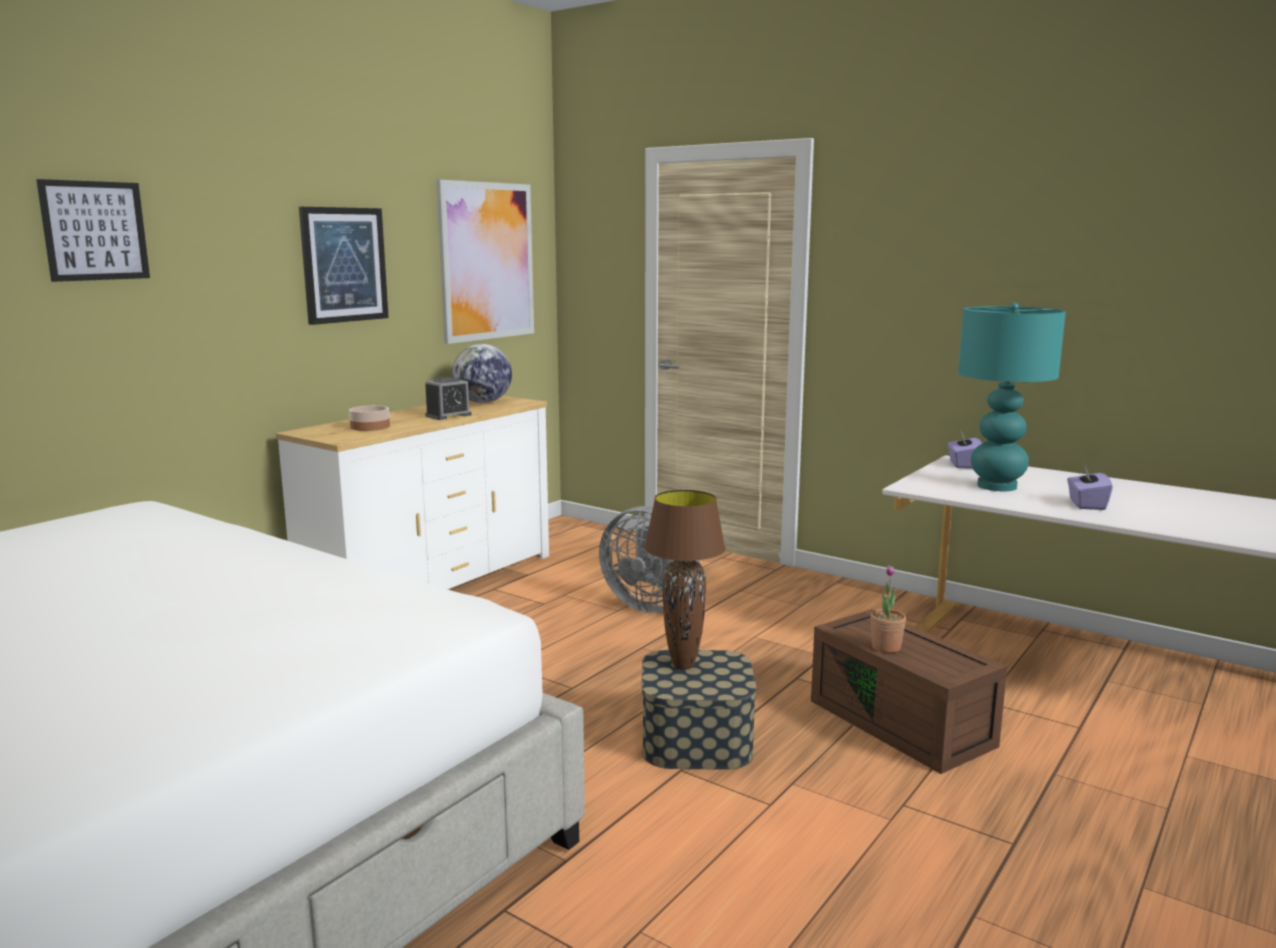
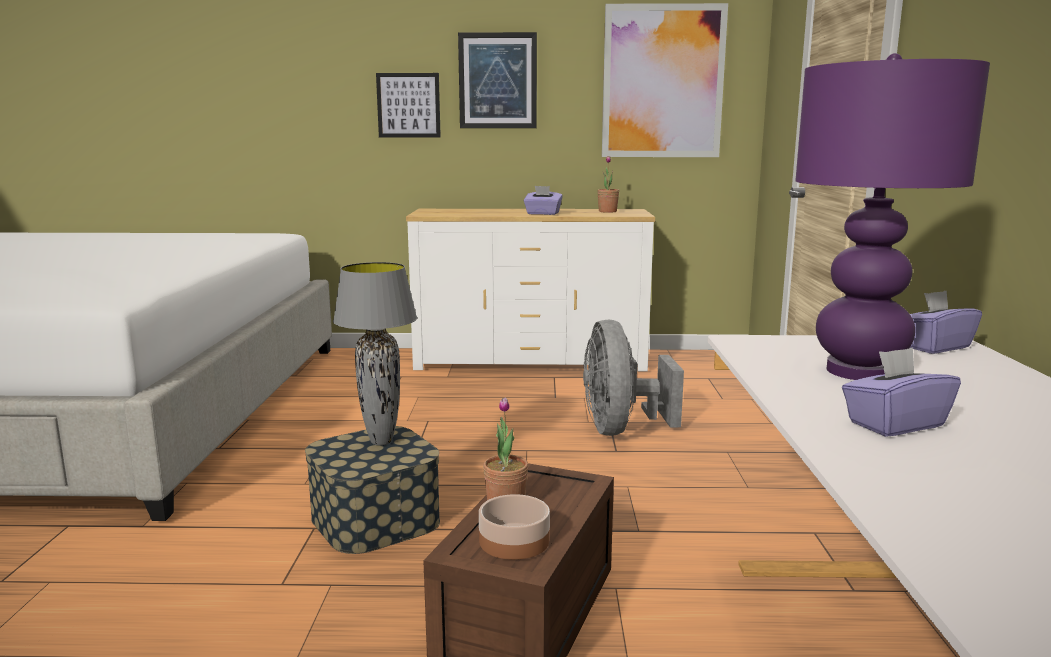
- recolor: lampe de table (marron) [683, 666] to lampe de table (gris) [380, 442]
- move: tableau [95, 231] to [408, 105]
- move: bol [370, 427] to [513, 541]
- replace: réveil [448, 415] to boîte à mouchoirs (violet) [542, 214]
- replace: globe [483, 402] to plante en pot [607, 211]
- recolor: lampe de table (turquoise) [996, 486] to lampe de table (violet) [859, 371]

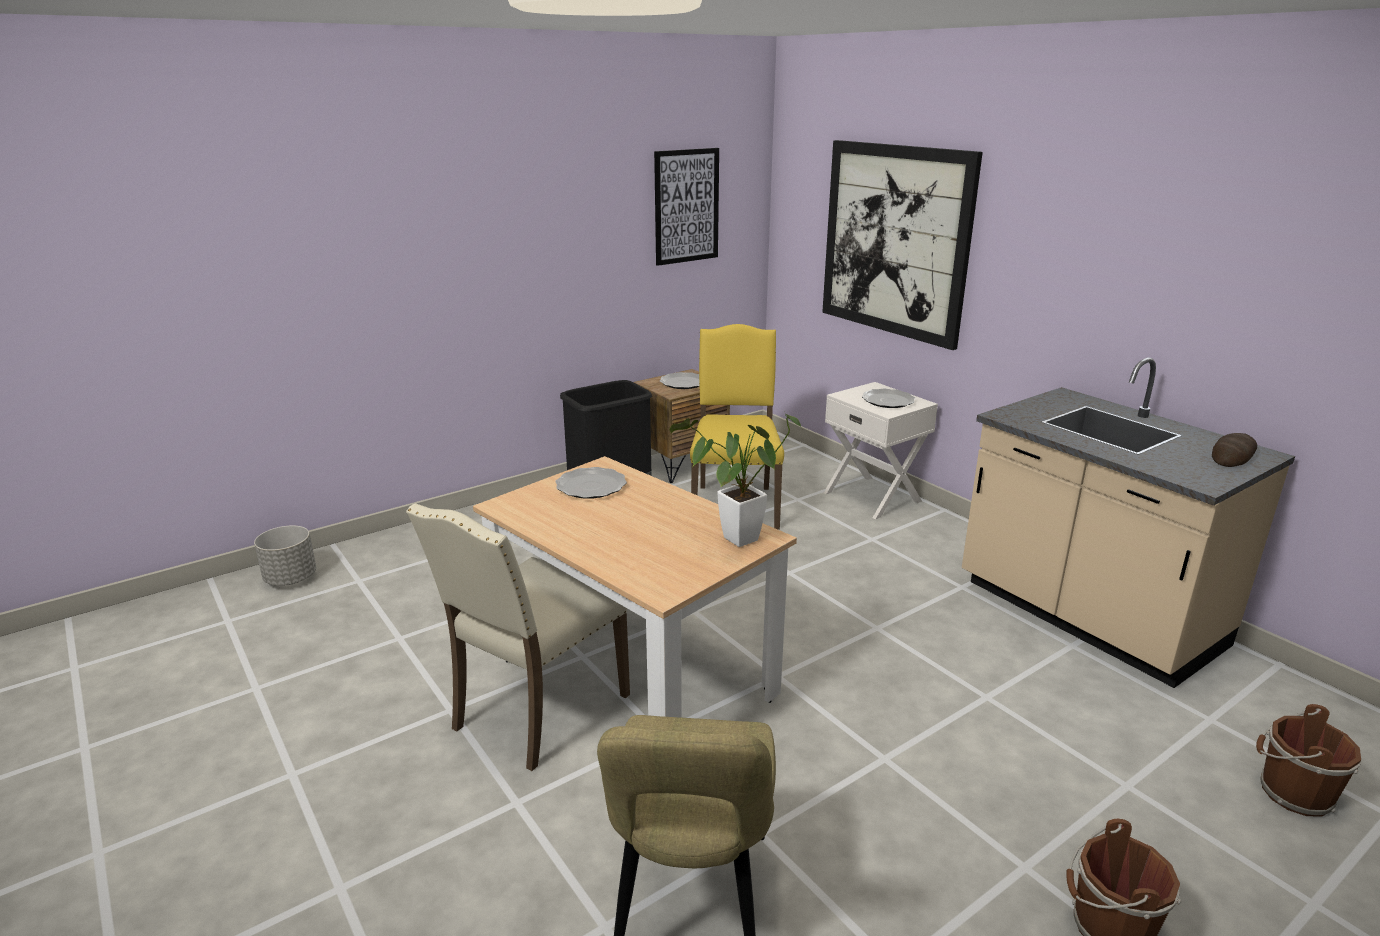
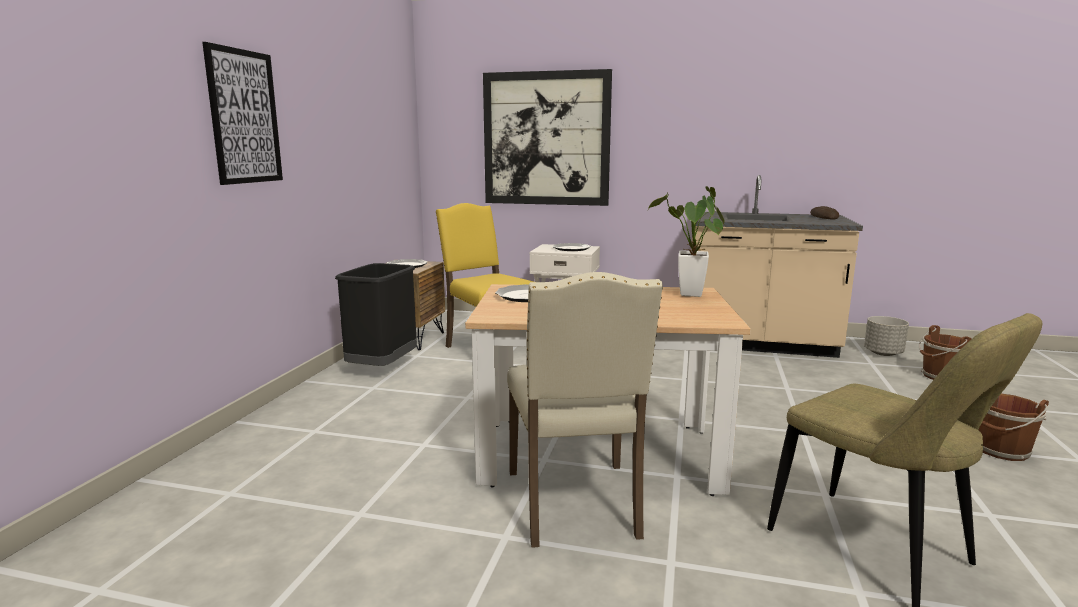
- move: tableau [686, 206] to [244, 117]
- move: cache-pot (gris) [291, 578] to [882, 353]

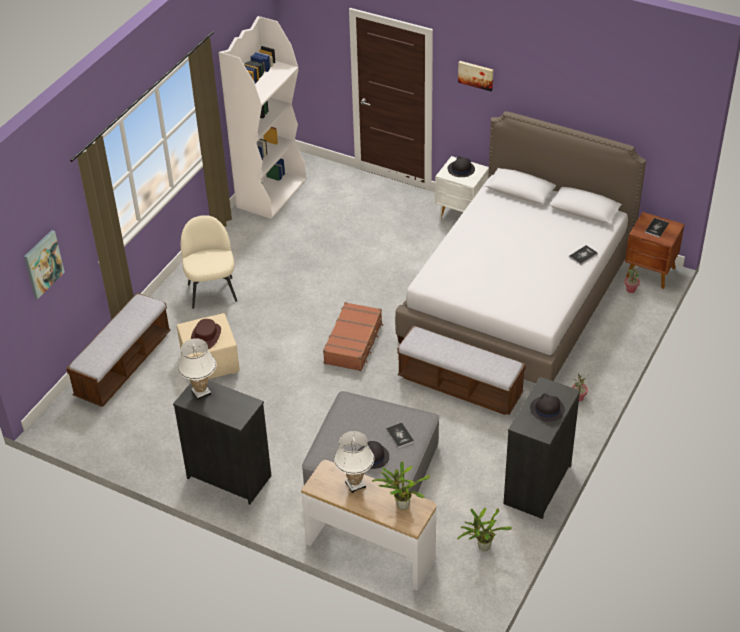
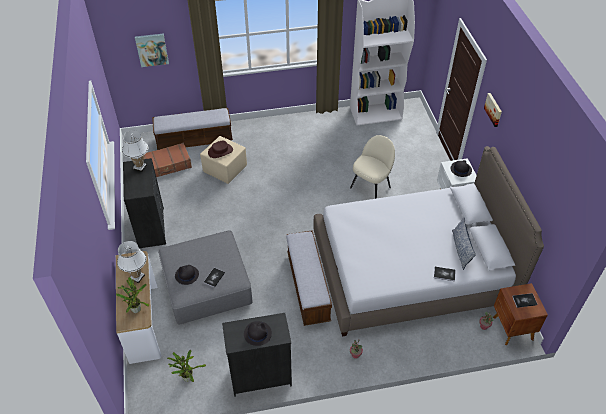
- move: valise (marron) [354, 343] to [165, 166]
- move: chaise (beige) [212, 291] to [371, 187]
- insert: coussin [461, 249]

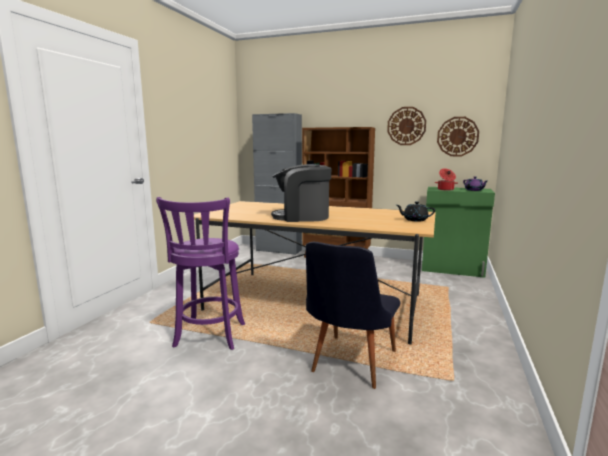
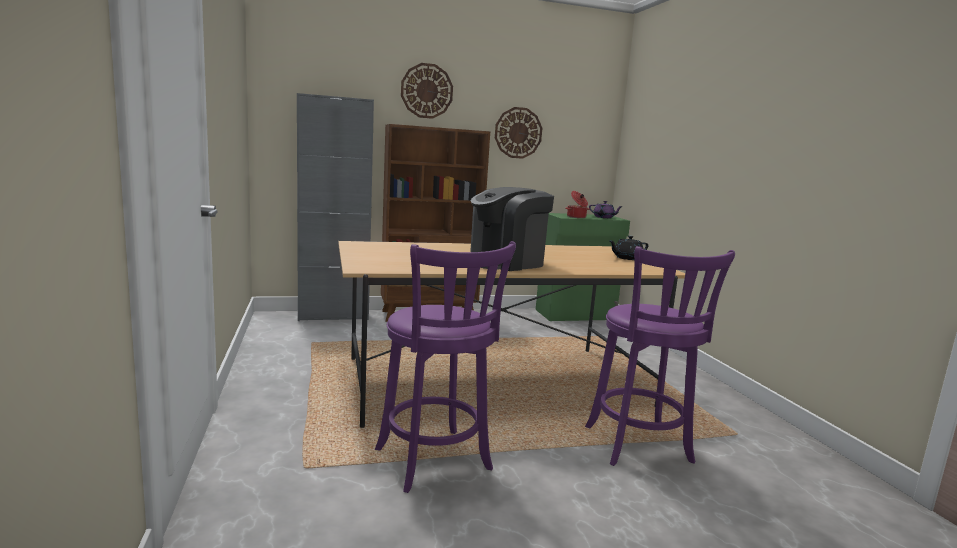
- move: horloge murale [457, 136] to [426, 91]
- replace: chaise (noir) [349, 365] to tabouret (violet) [639, 447]

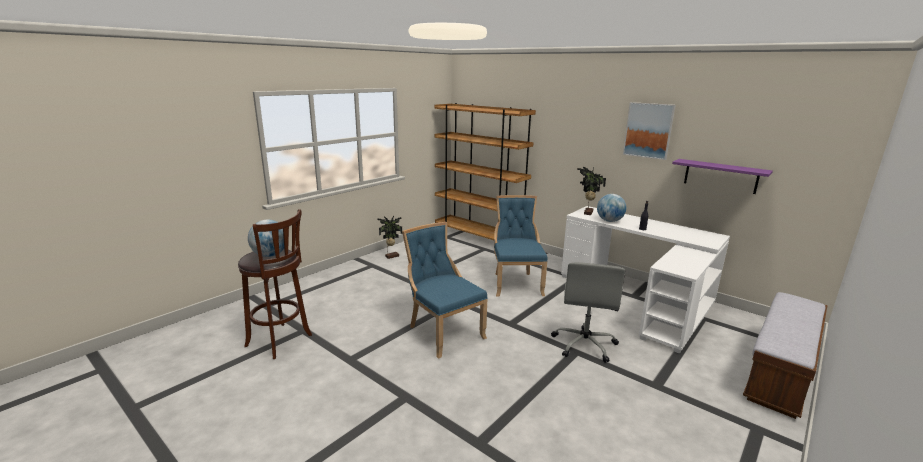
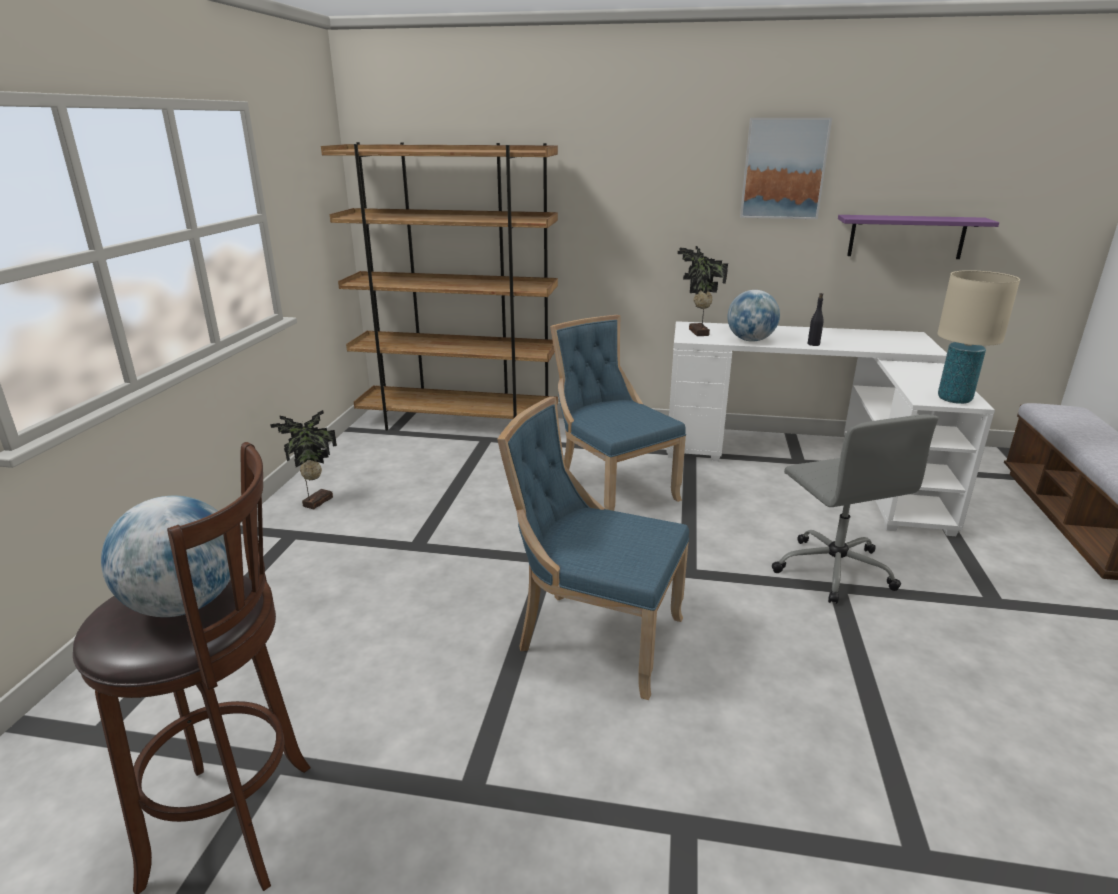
- insert: lampe de table (beige) [954, 399]

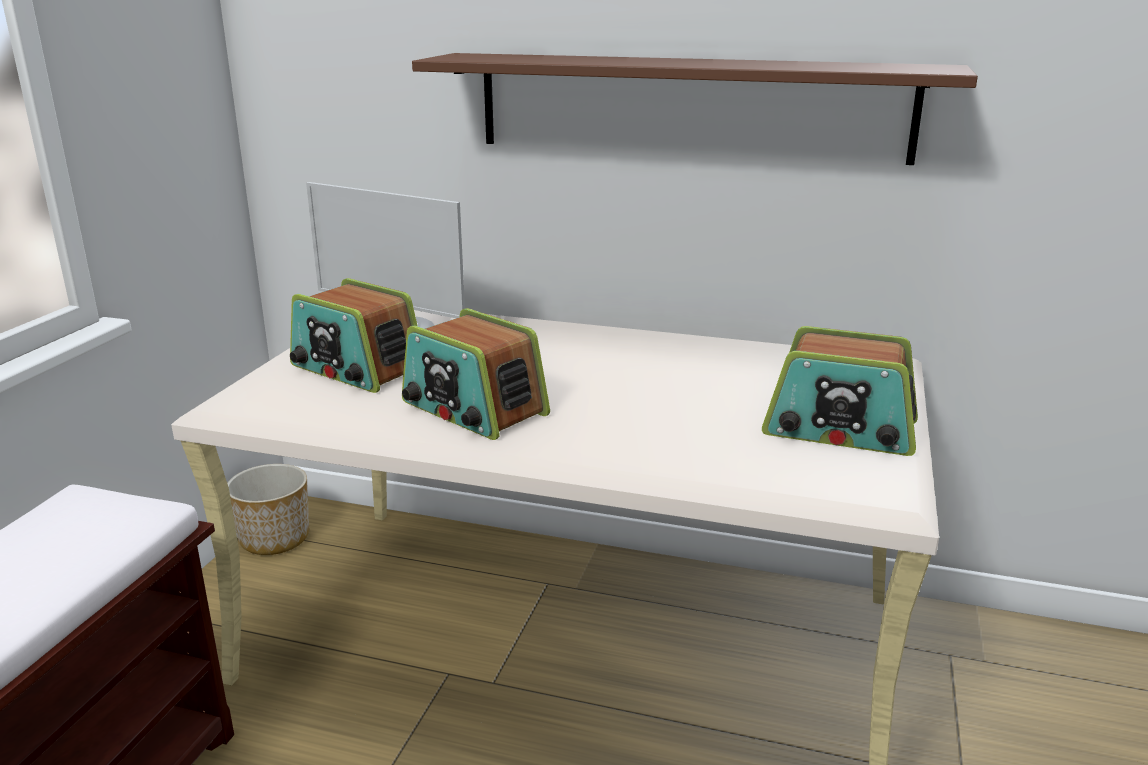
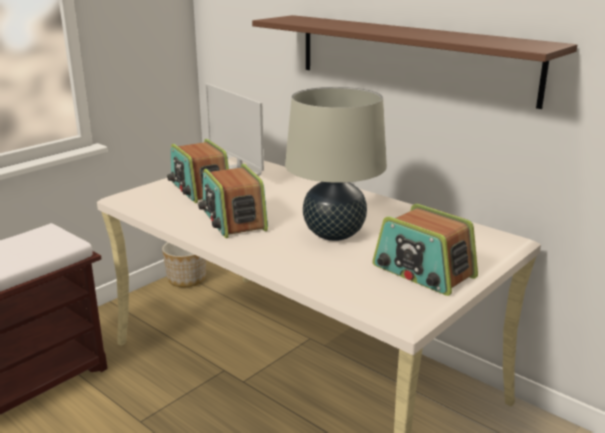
- insert: lampe de table (beige) [334, 234]

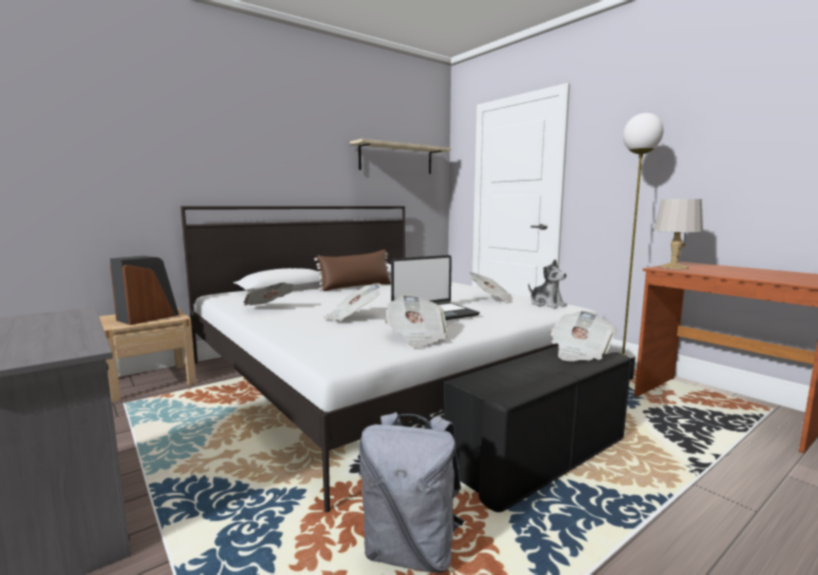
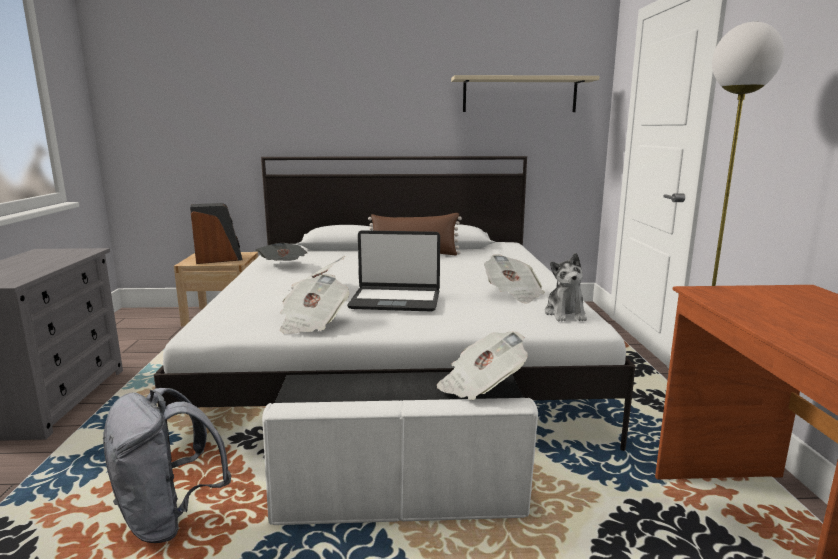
- recolor: pouf (noir) [538, 456] to pouf (blanc) [400, 494]
- delete: lampe de table (gris) [673, 267]

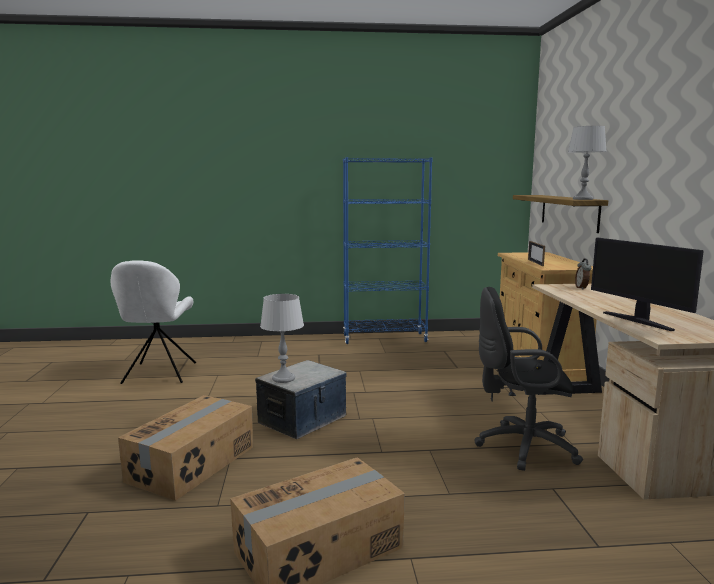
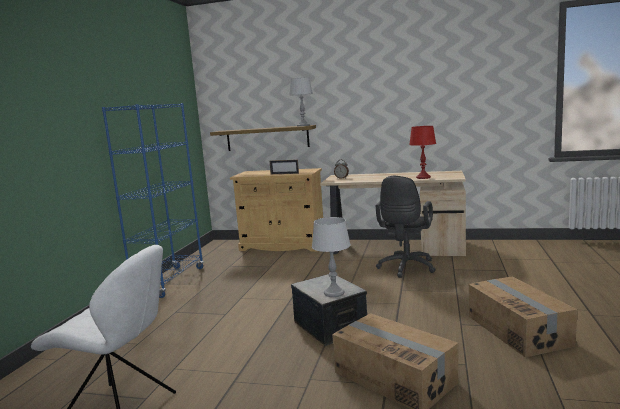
- replace: écran d'ordinateur [638, 321] to lampe de table (rouge) [423, 177]

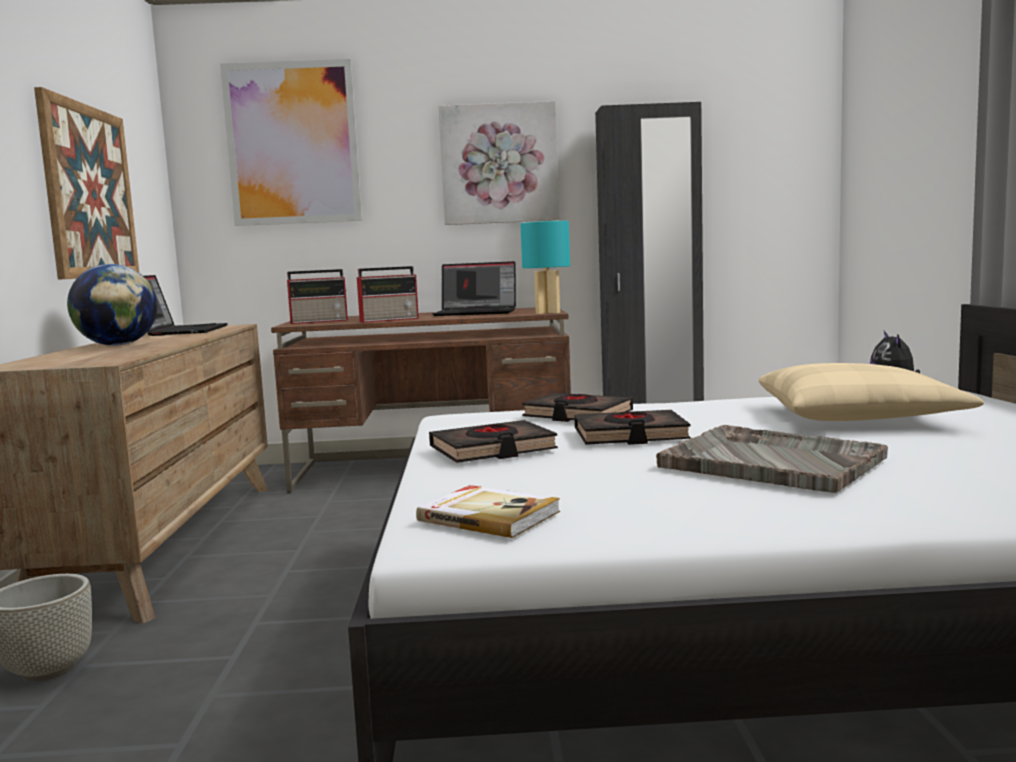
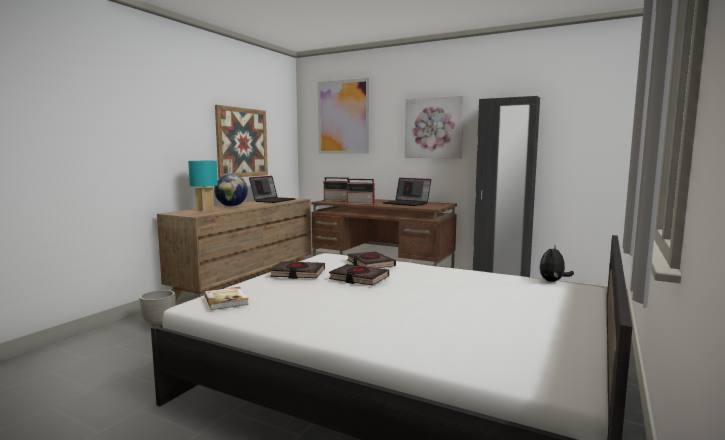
- move: lampe de table (turquoise) [548, 312] to [205, 210]
- delete: plateau (gris) [769, 462]
- delete: coussin (beige) [858, 416]

